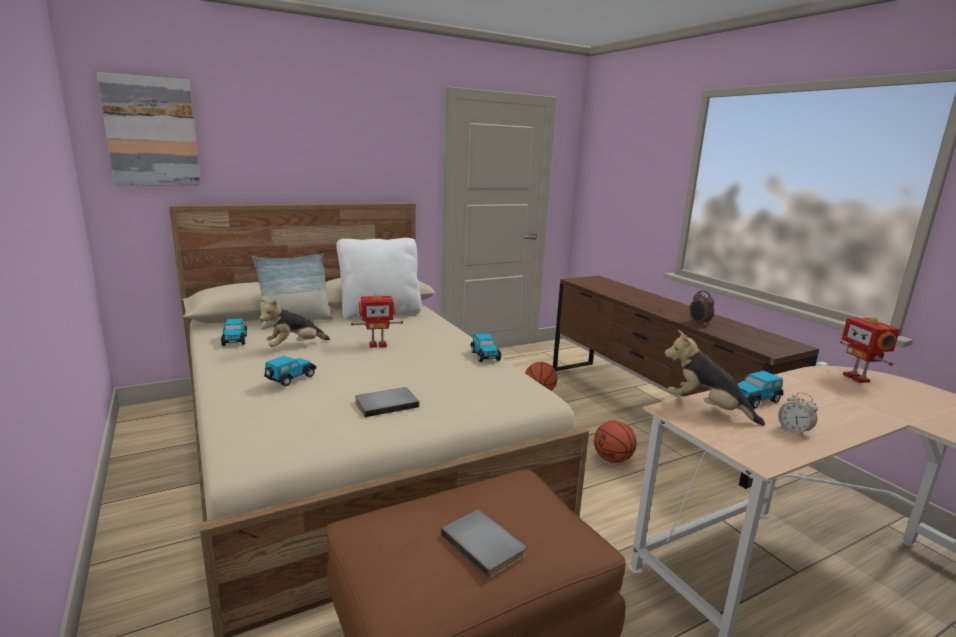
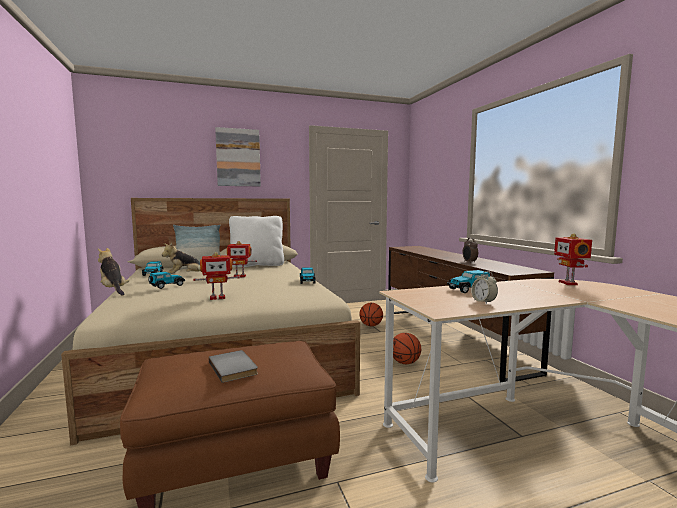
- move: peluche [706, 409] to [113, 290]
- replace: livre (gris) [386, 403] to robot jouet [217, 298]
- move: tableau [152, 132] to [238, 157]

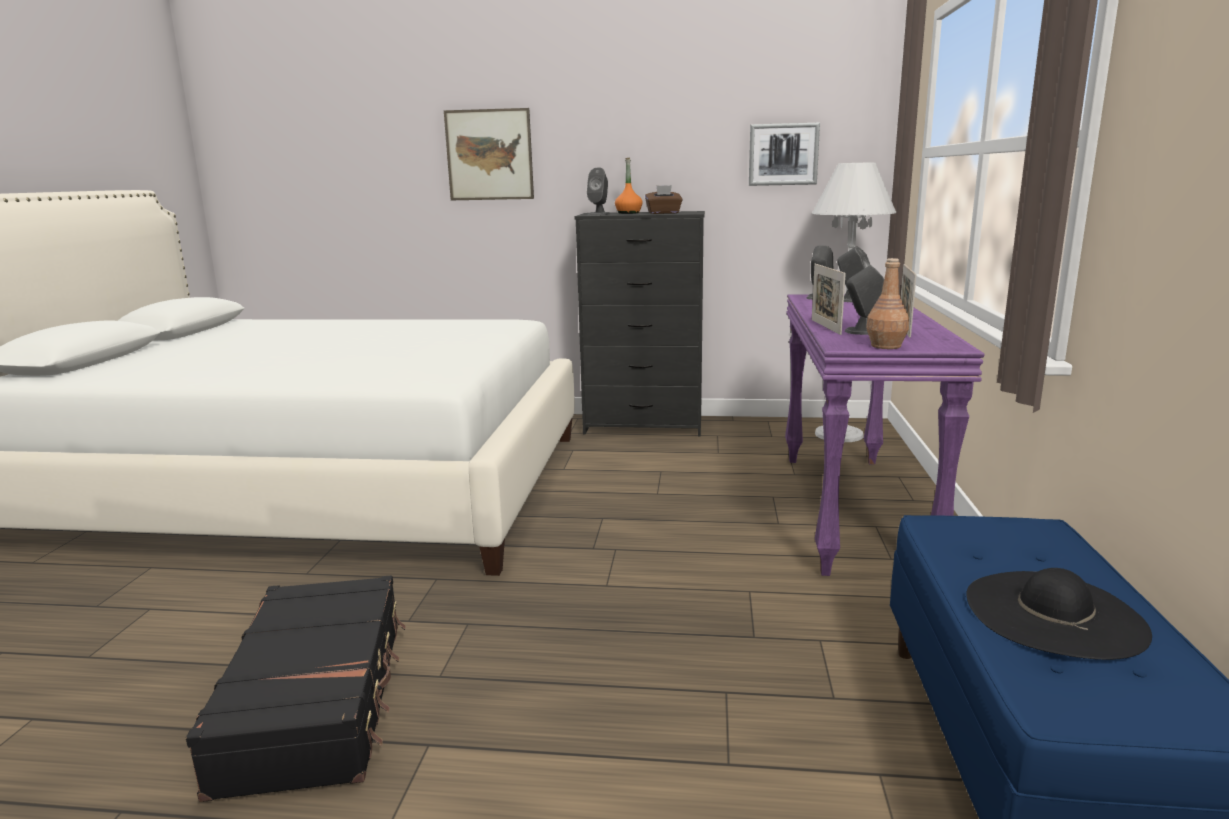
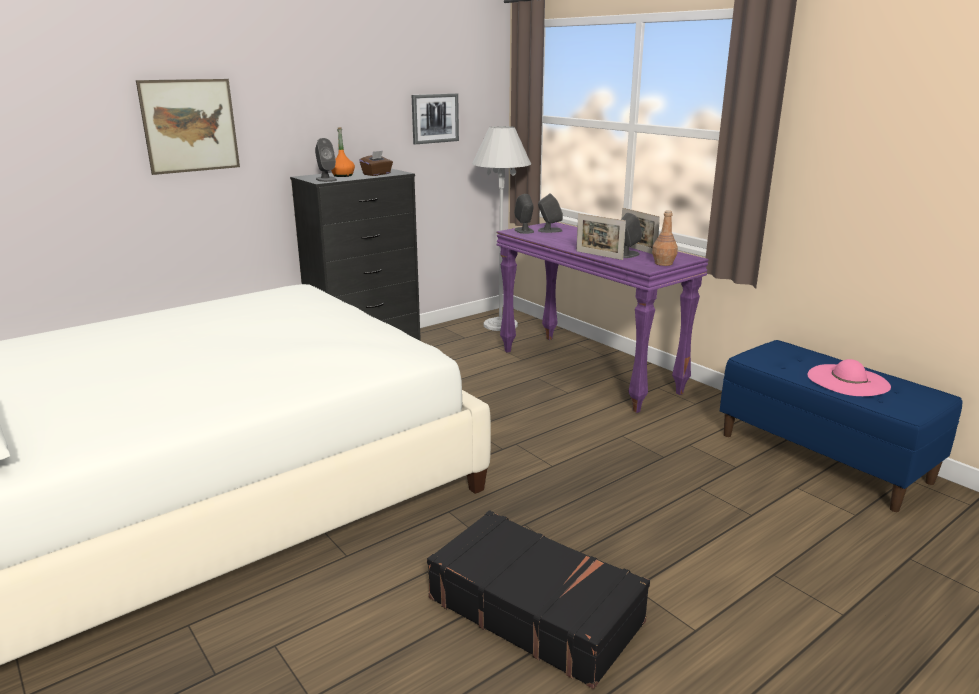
- recolor: chapeau (noir) [1053, 613] to chapeau (rose) [848, 380]

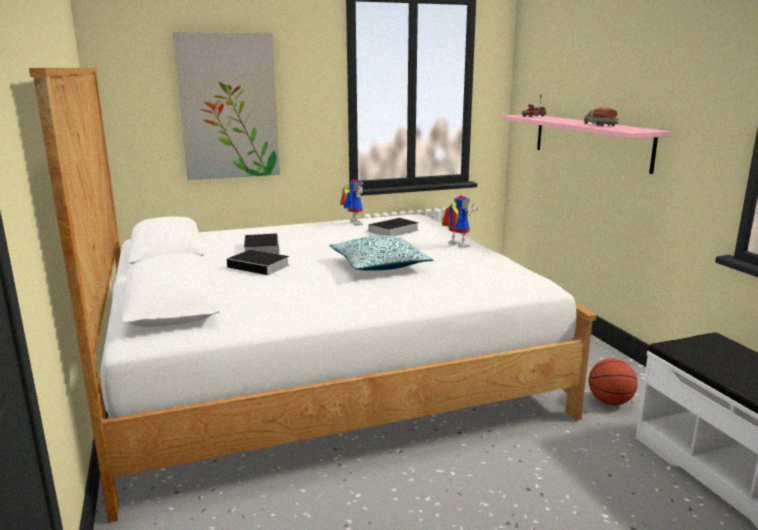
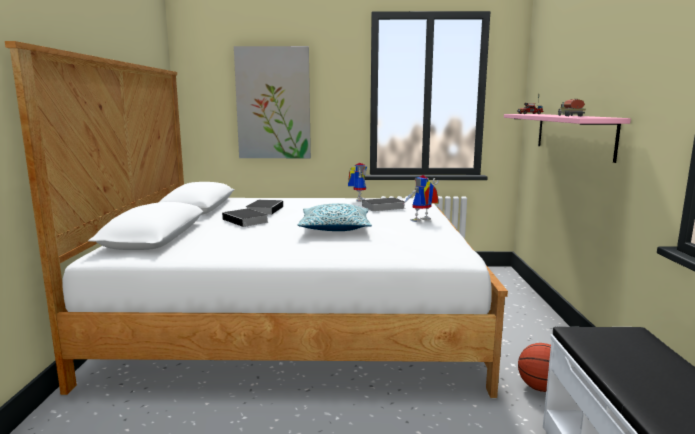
- rotate: robot jouet [455, 245] = [421, 221] 105 degrees counterclockwise

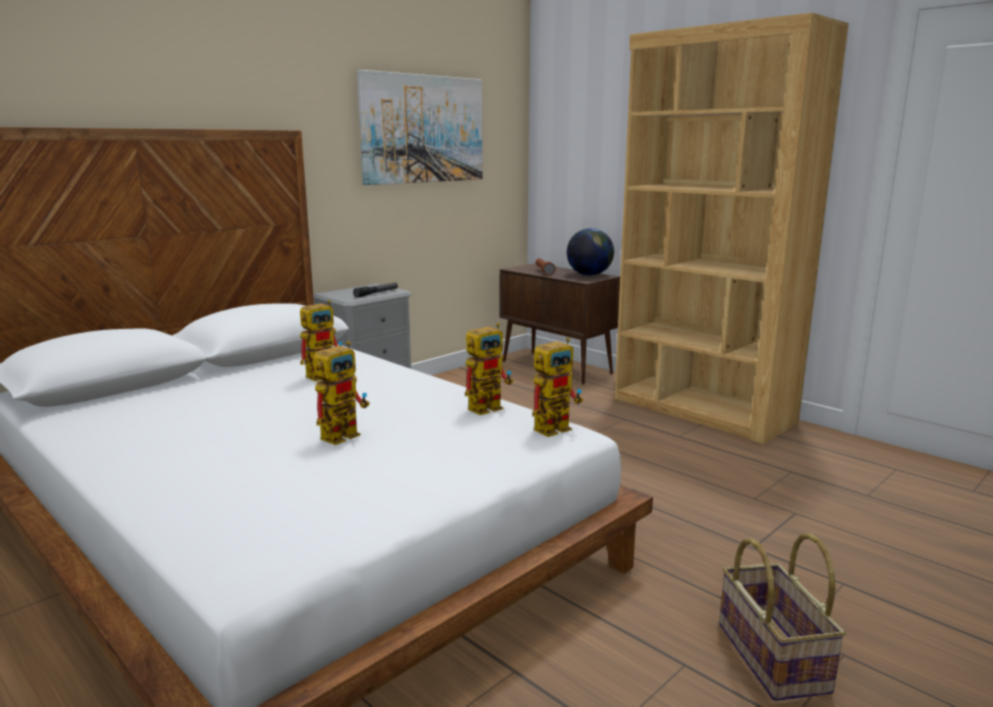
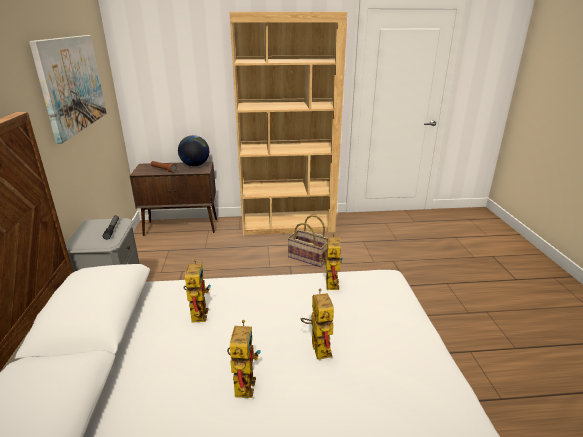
- move: robot jouet [556, 427] to [243, 381]
- move: panier [770, 657] to [308, 258]

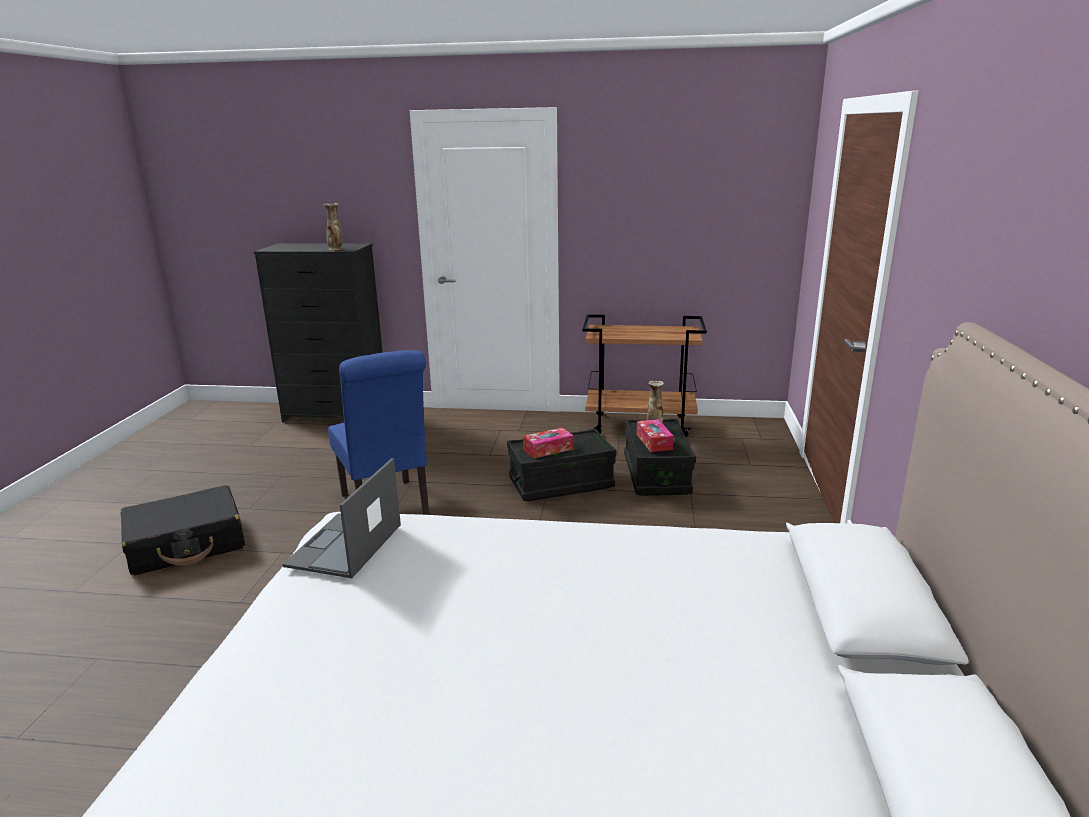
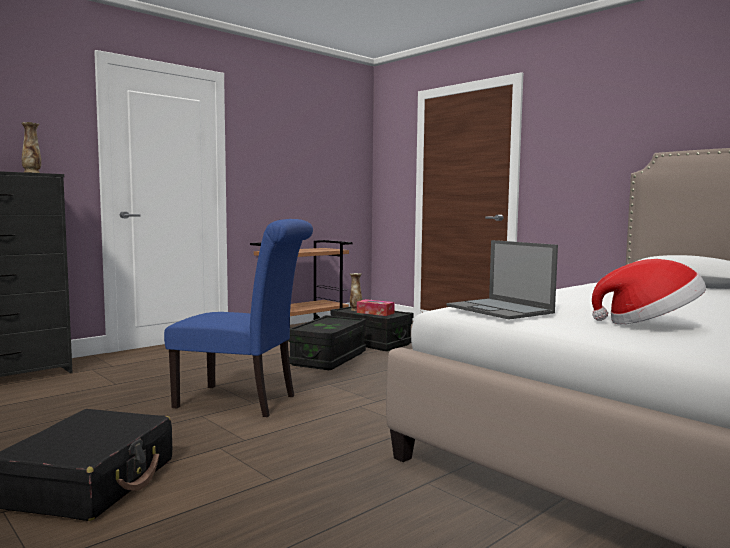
- insert: chapeau [649, 324]
- delete: boîte à mouchoirs [548, 449]

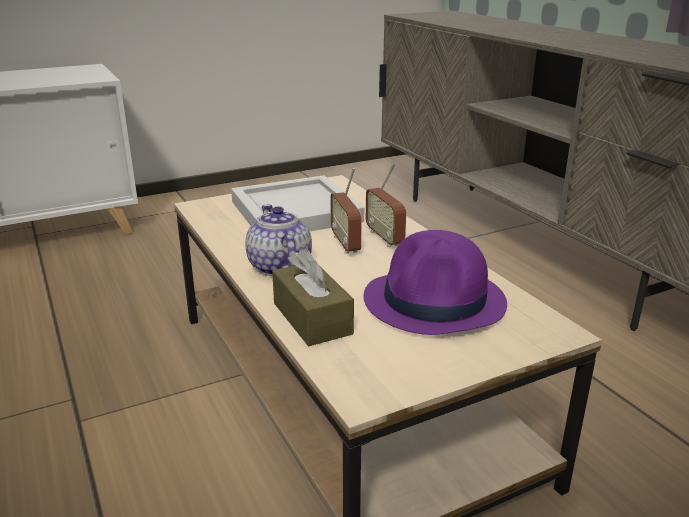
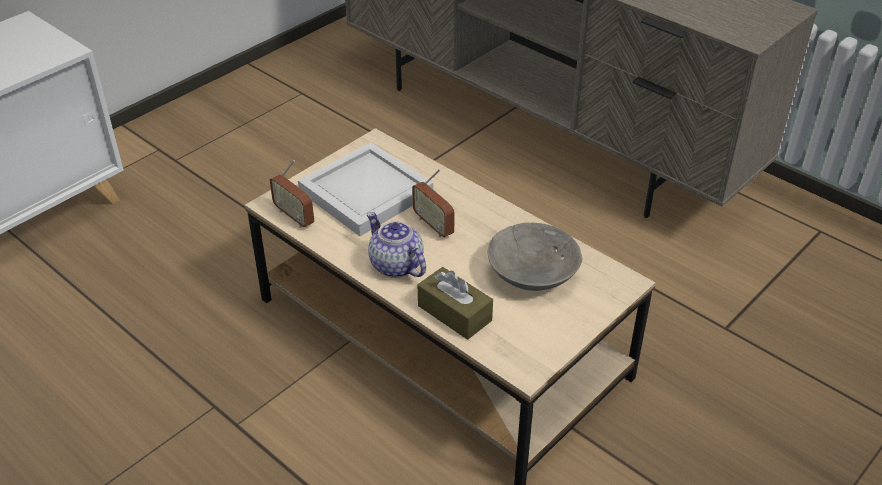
- move: radio [385, 238] to [294, 216]
- replace: chapeau (violet) [435, 301] to bol (gris) [533, 274]

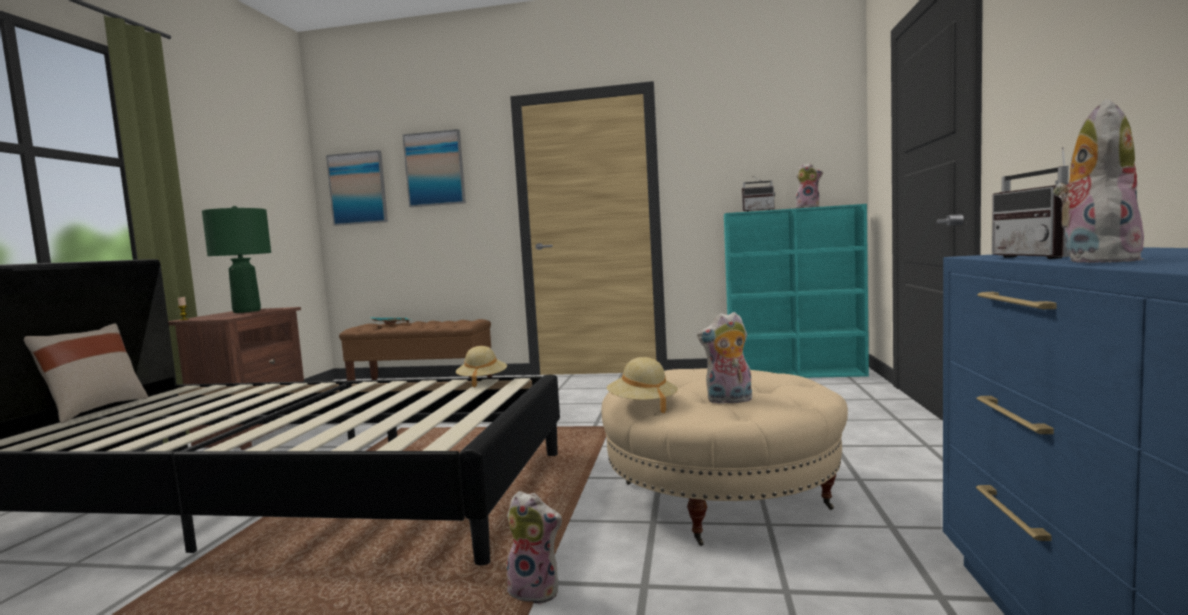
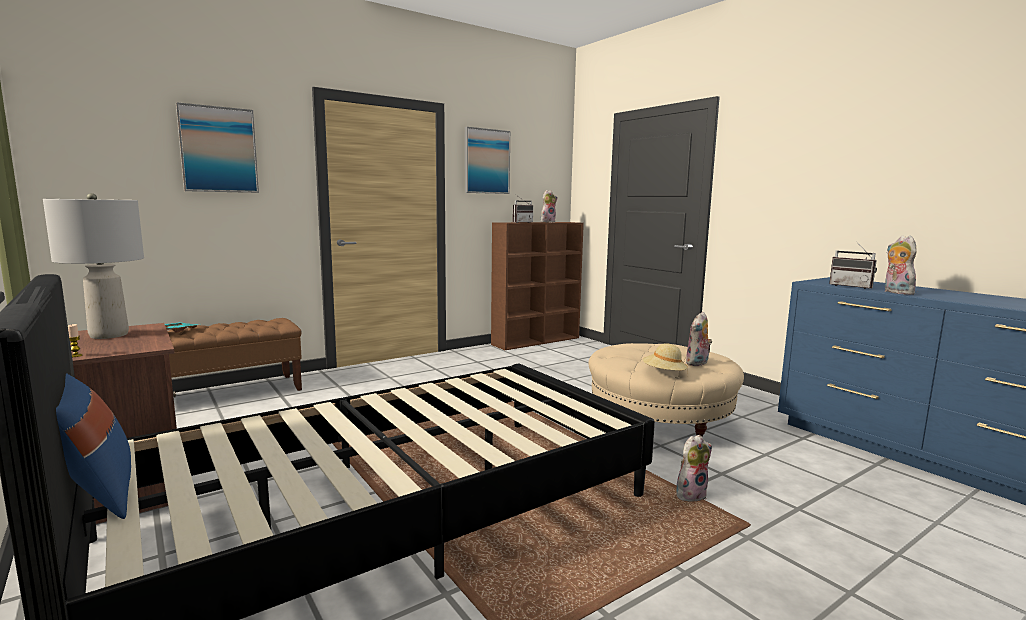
- recolor: lampe de table (vert) [246, 311] to lampe de table (gris) [109, 335]
- recolor: coussin (beige) [94, 410] to coussin (bleu) [95, 497]
- move: tableau [358, 188] to [486, 161]
- recolor: bibliothèque (turquoise) [797, 373] to bibliothèque (marron) [537, 341]
- delete: chapeau (beige) [482, 381]

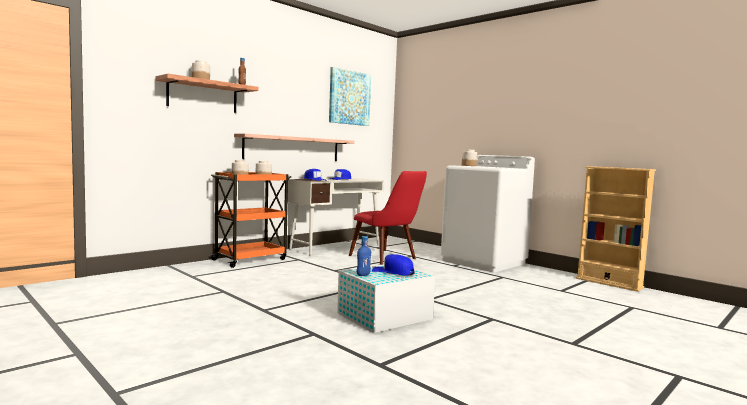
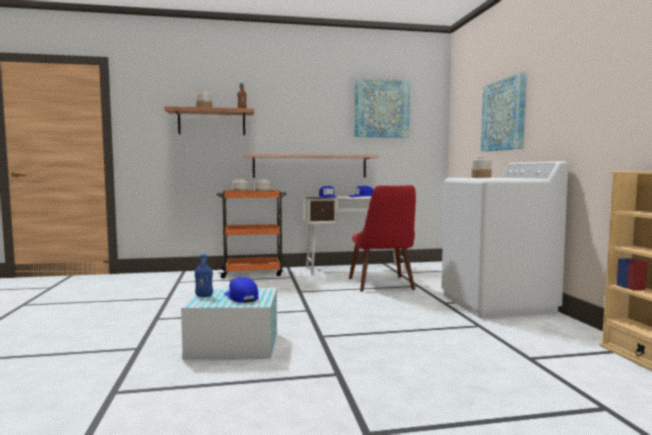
- insert: tableau [503, 115]

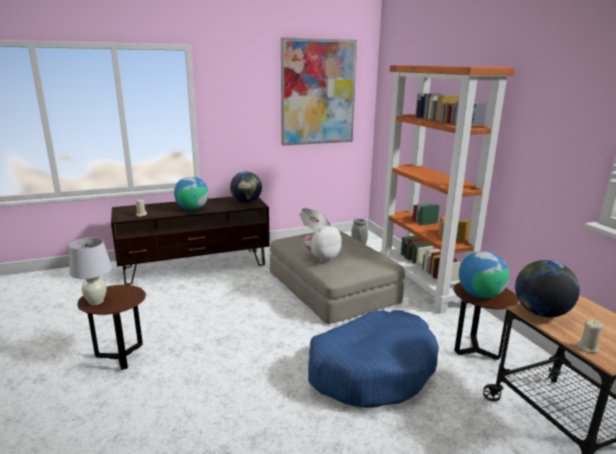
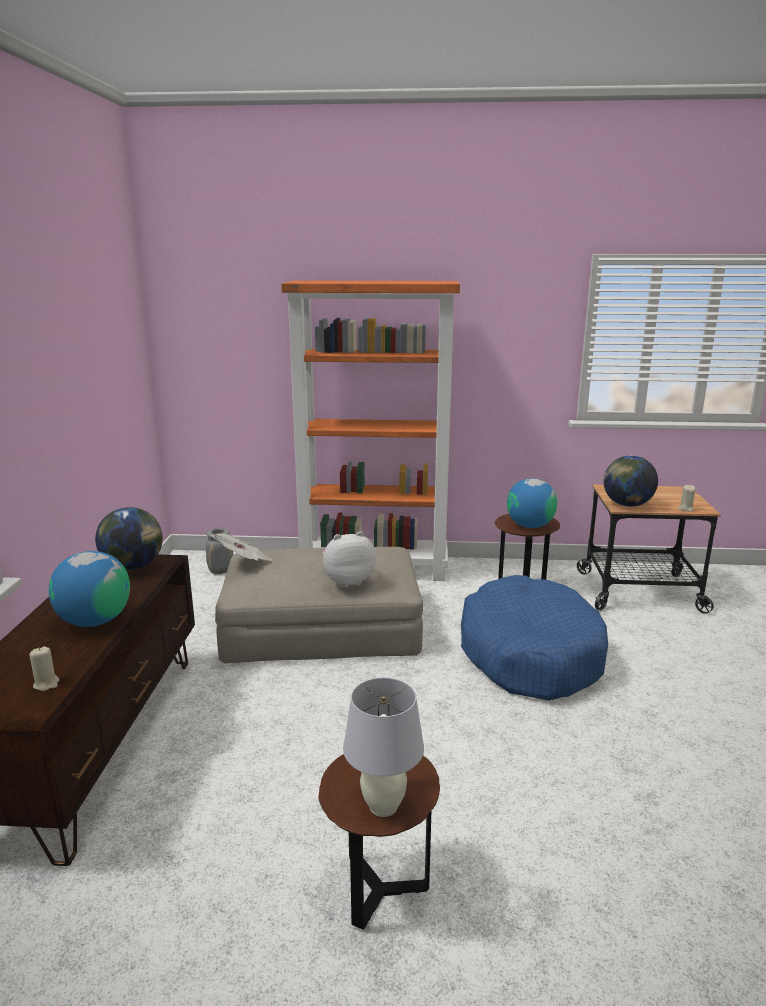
- rotate: peluche [322, 258] = [347, 581] 90 degrees clockwise
- delete: tableau [318, 92]

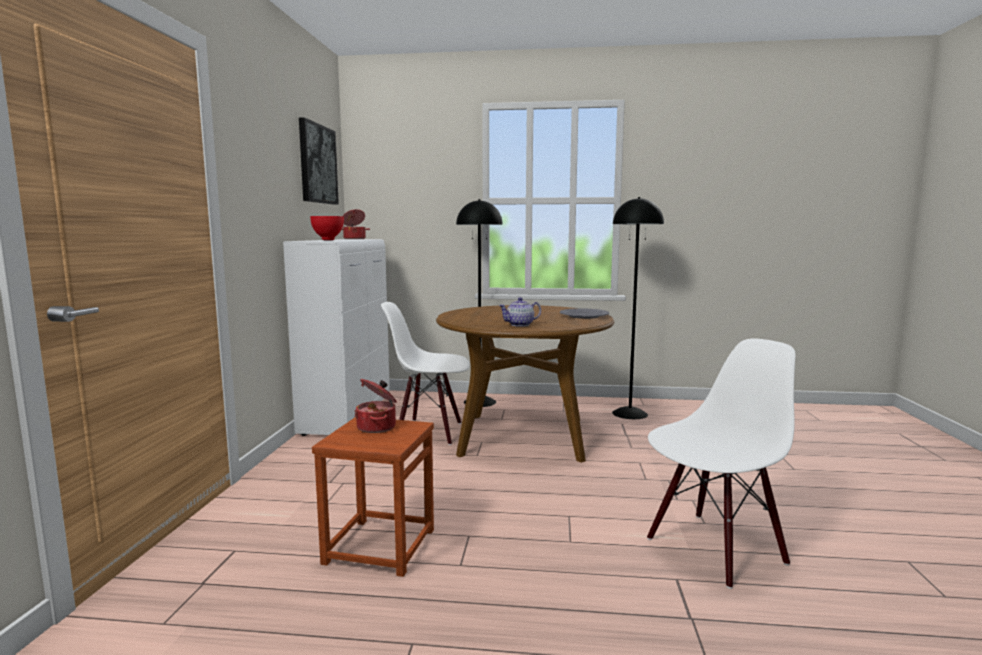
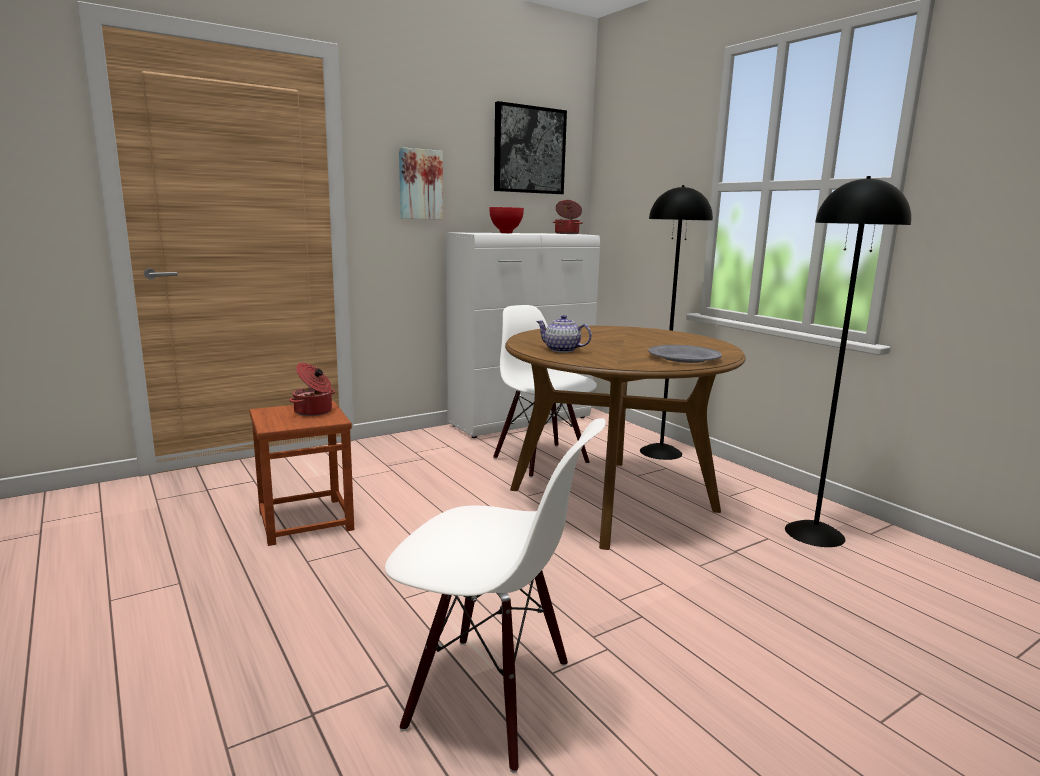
- insert: tableau [420, 184]

